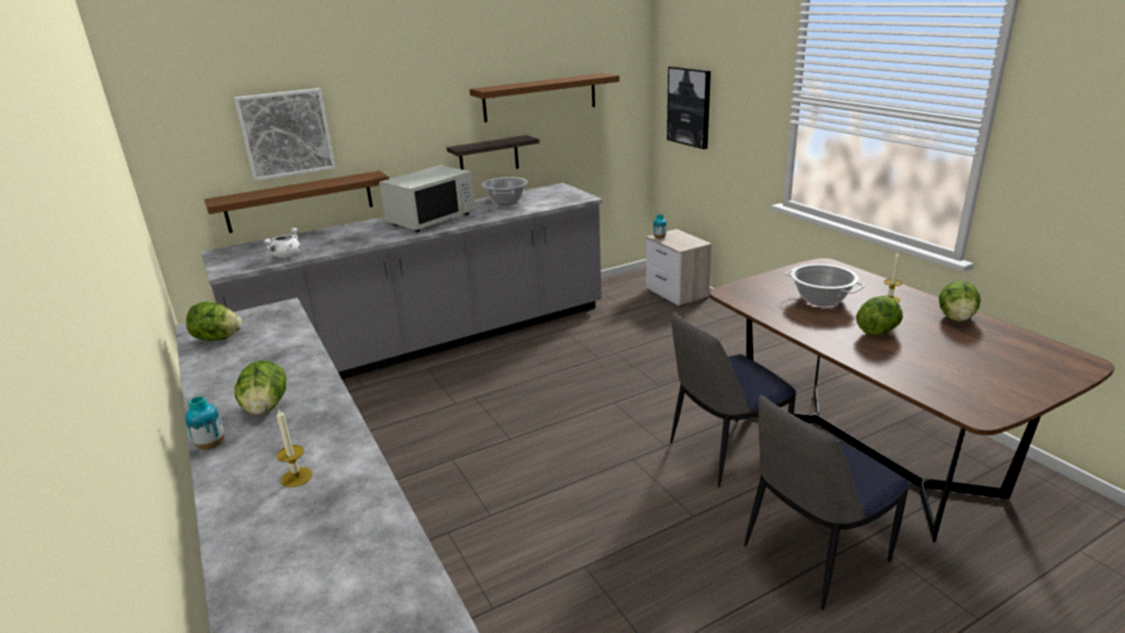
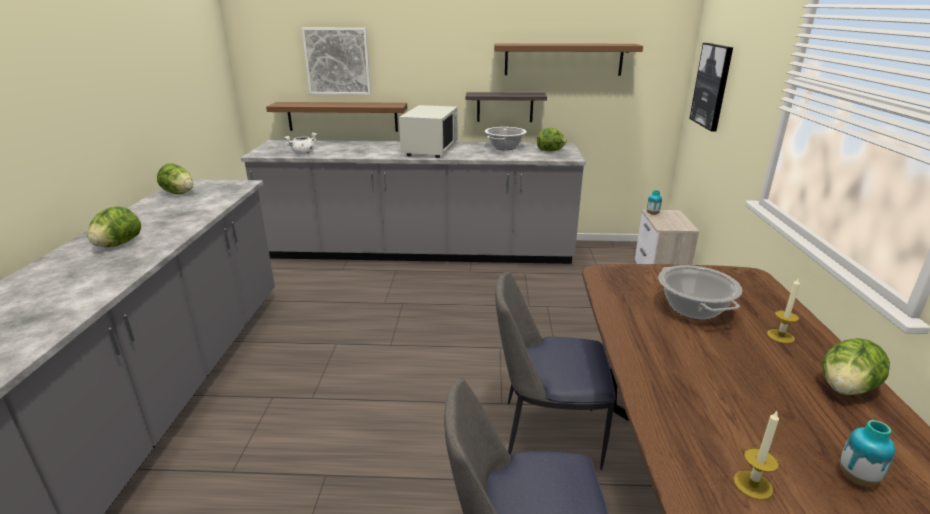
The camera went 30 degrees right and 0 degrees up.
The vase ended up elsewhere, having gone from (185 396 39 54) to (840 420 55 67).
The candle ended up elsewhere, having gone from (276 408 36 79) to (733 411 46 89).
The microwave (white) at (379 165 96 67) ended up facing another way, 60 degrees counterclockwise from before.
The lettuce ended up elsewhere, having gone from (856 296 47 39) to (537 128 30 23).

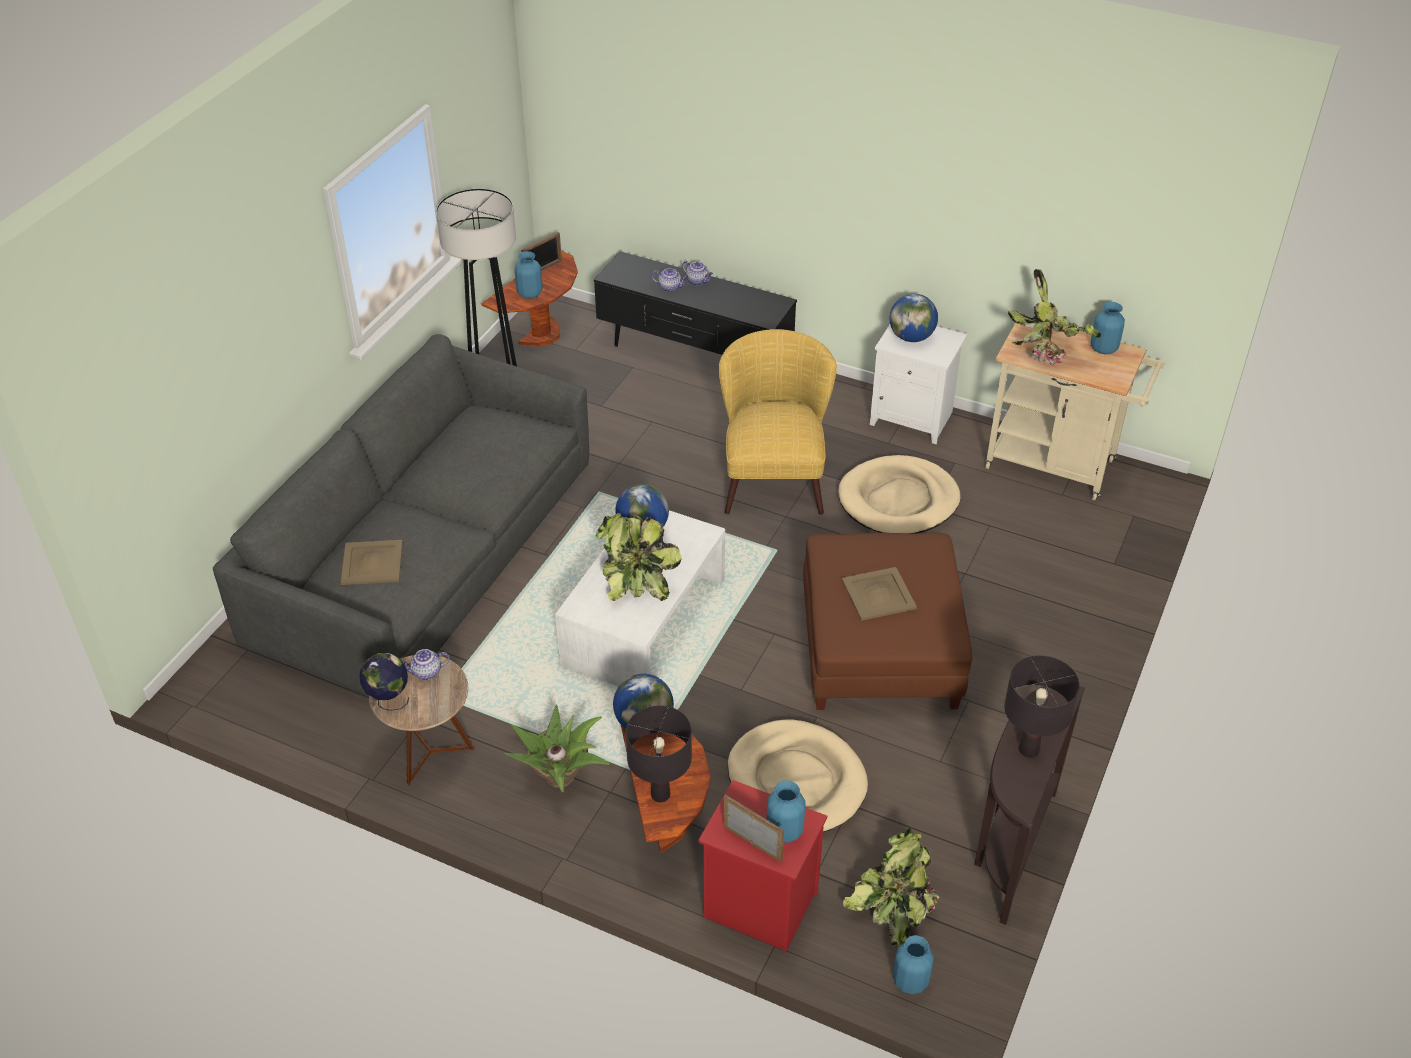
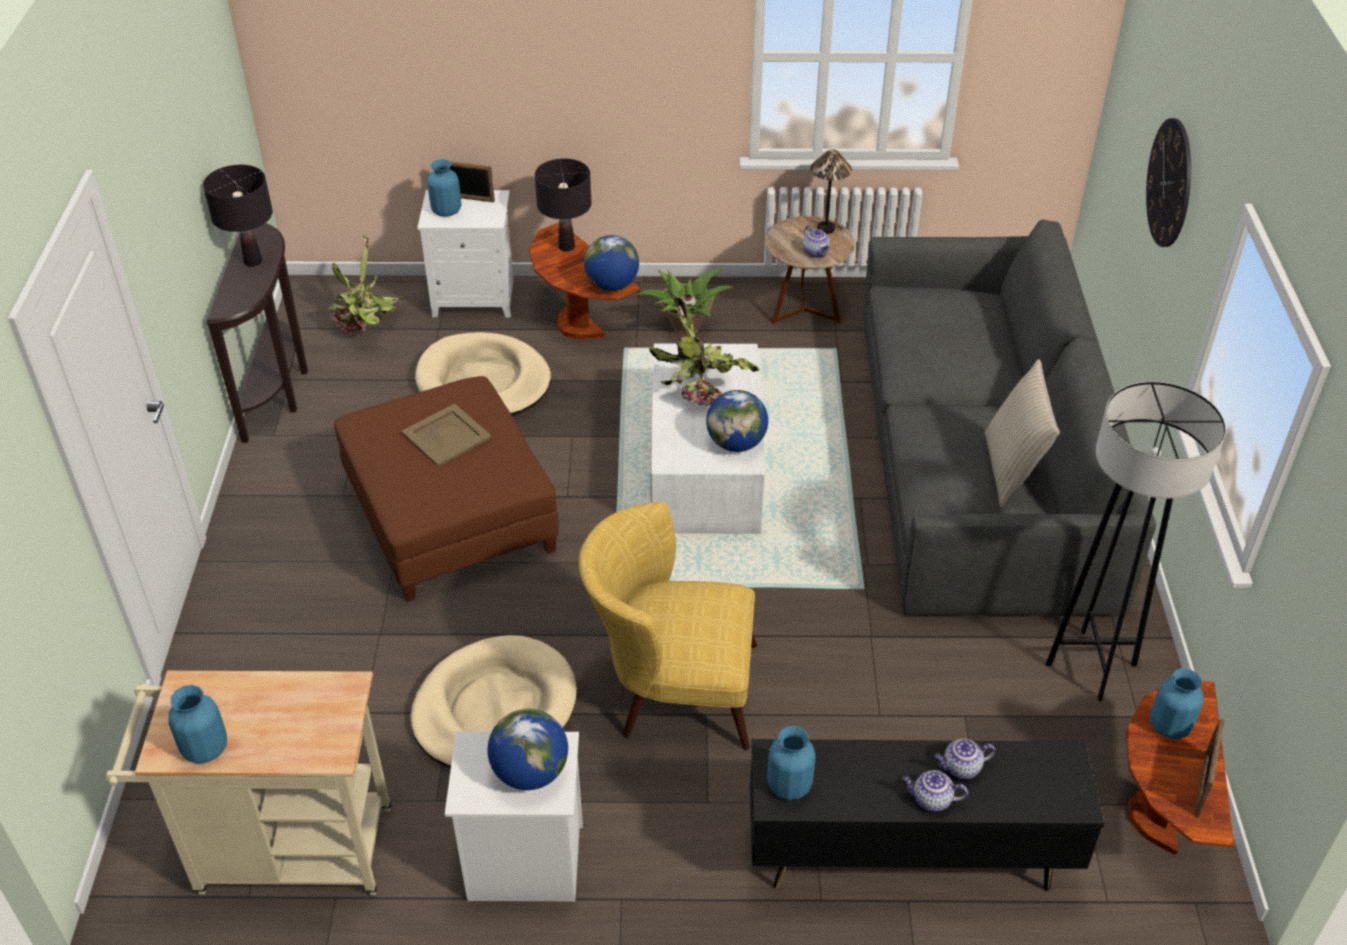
The camera went 155 degrees right and 0 degrees up.
The second view lost the tray (beige) at (341 540 62 45).
Where the globe stood at (359 653 50 58), the table lamp came to stand at (810 149 42 85).
The teapot at (402 649 48 31) ended up facing another way, 105 degrees clockwise from before.
What was the nightstand (red) at (698 780 129 171) turned into the nightstand (white) at (417 190 96 128).
The armchair (yellow) at (719 329 118 186) ended up facing another way, 120 degrees clockwise from before.
The vase (blue) ended up elsewhere, having gone from (893 935 41 59) to (767 726 49 74).
The second view lost the potted plant at (1008 269 93 96).
The second view gained the pillow (beige) at (985 359 75 149).
The second view gained the wall clock at (1146 118 45 129).

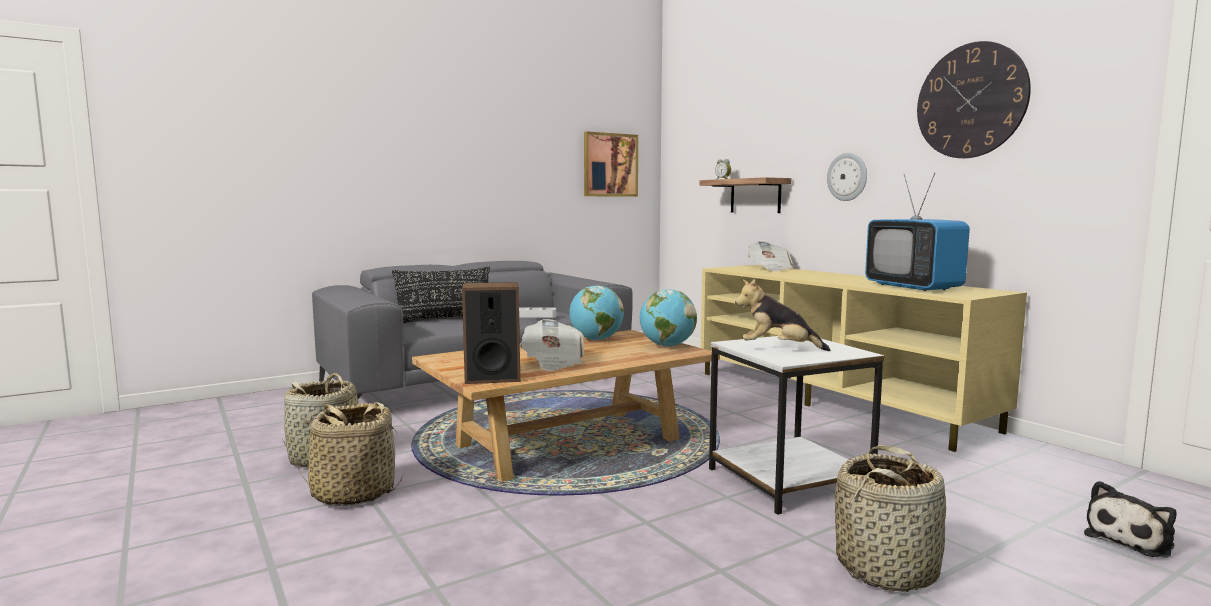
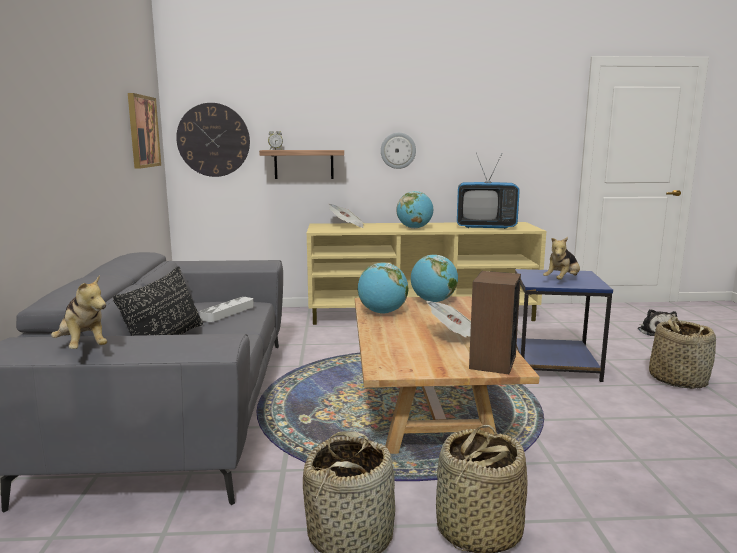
The camera went 60 degrees left and 5 degrees up.
What was the side table (white) at (709 336 176 179) turned into the side table (blue) at (515 269 98 113).
The wall clock ended up elsewhere, having gone from (917 41 114 117) to (176 103 74 74).
The second view gained the plush toy at (51 275 56 74).
The second view gained the globe at (396 191 37 38).

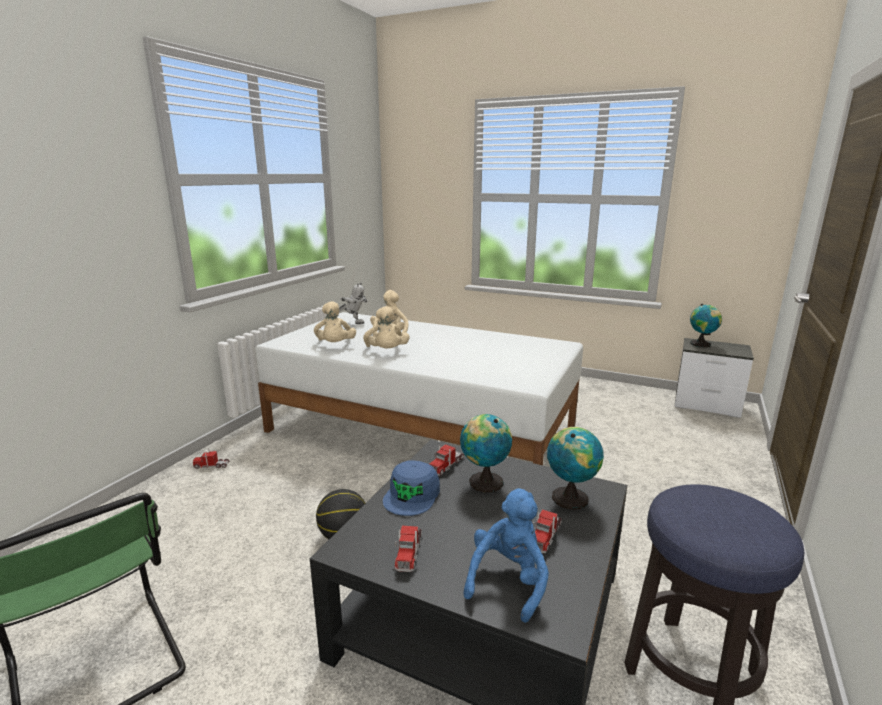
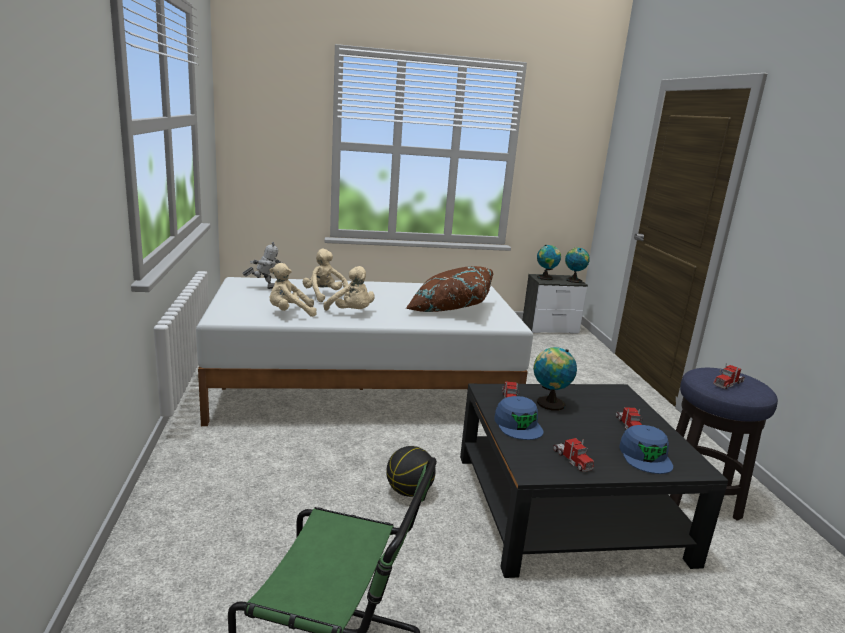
The camera went 35 degrees left and 0 degrees up.
The toy truck ended up elsewhere, having gone from (193 449 36 20) to (713 363 32 26).
The plush toy (beige) at (314 301 42 41) ended up facing another way, 120 degrees clockwise from before.
Where the plush toy (blue) stood at (463 488 86 135), the cap (blue) came to stand at (619 425 54 49).
The globe ended up elsewhere, having gone from (547 427 57 83) to (565 247 25 36).
The second view gained the pillow (brown) at (405 266 88 46).

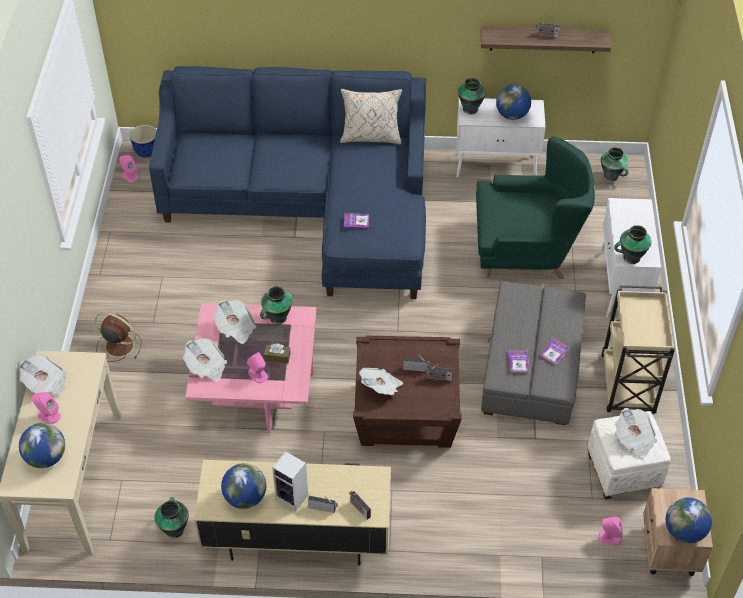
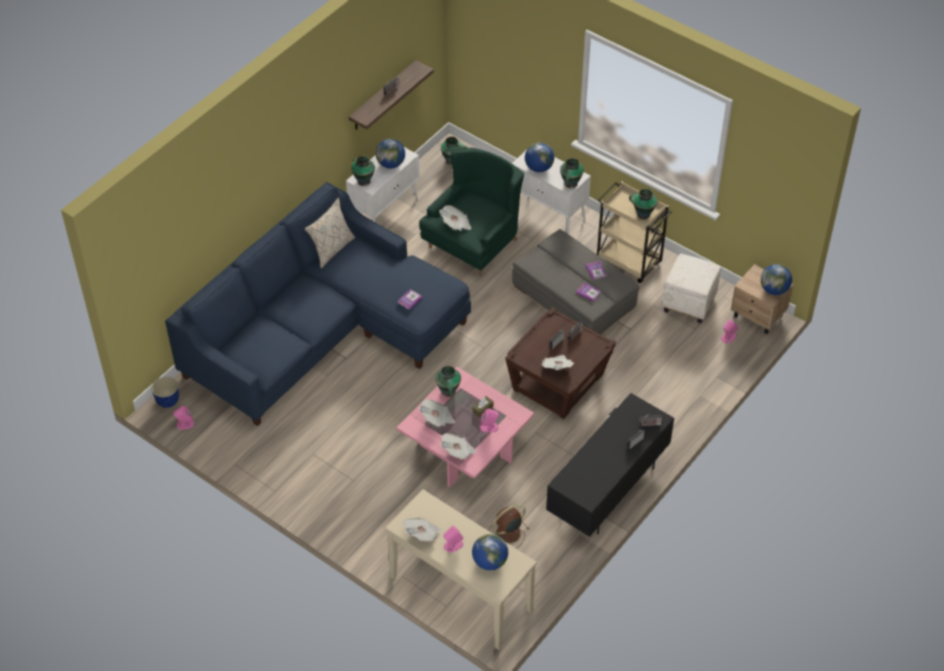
The camera went 55 degrees left and 0 degrees up.
The fan (brown) ended up elsewhere, having gone from (95 312 47 50) to (489 504 40 45).
The vase ended up elsewhere, having gone from (154 497 35 41) to (629 188 28 32).
What was the tv stand (beige) at (194 460 197 106) turned into the tv stand (black) at (546 393 128 144).
The globe ended up elsewhere, having gone from (221 463 45 46) to (525 143 29 29).
The second view lost the speaker at (272 452 36 59).
The newspaper ended up elsewhere, having gone from (615 408 42 50) to (440 205 32 26).

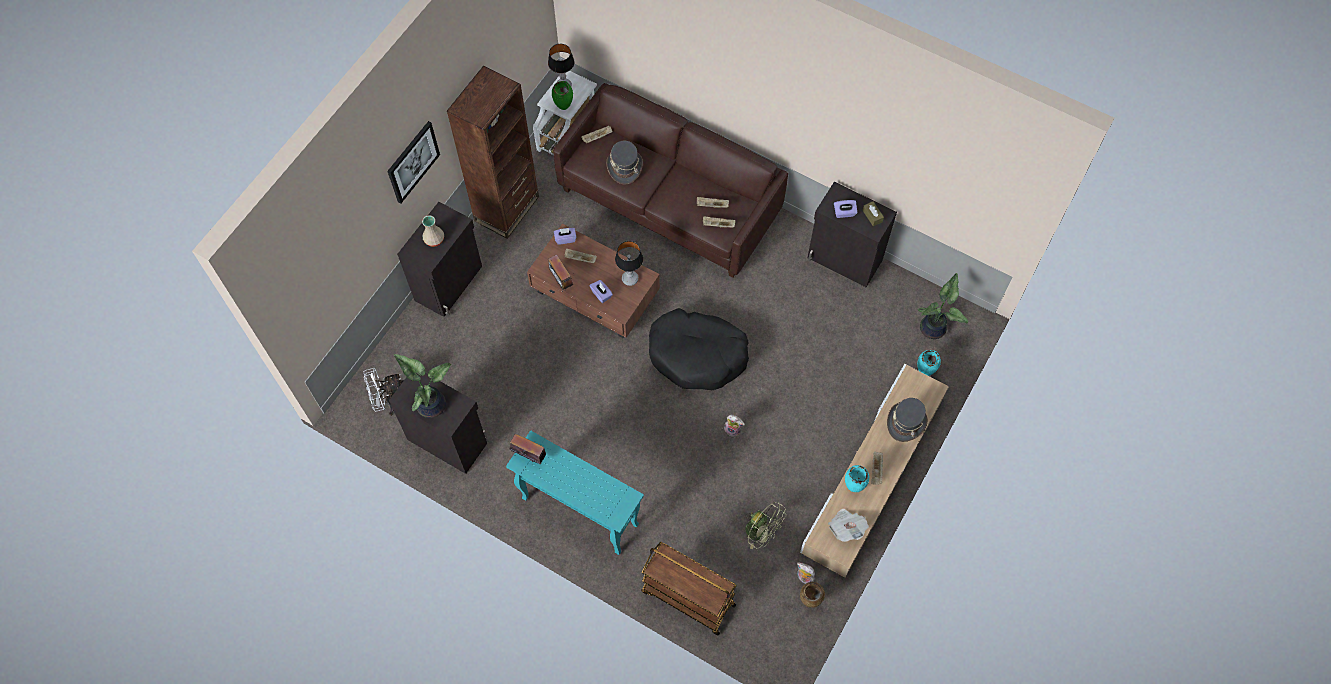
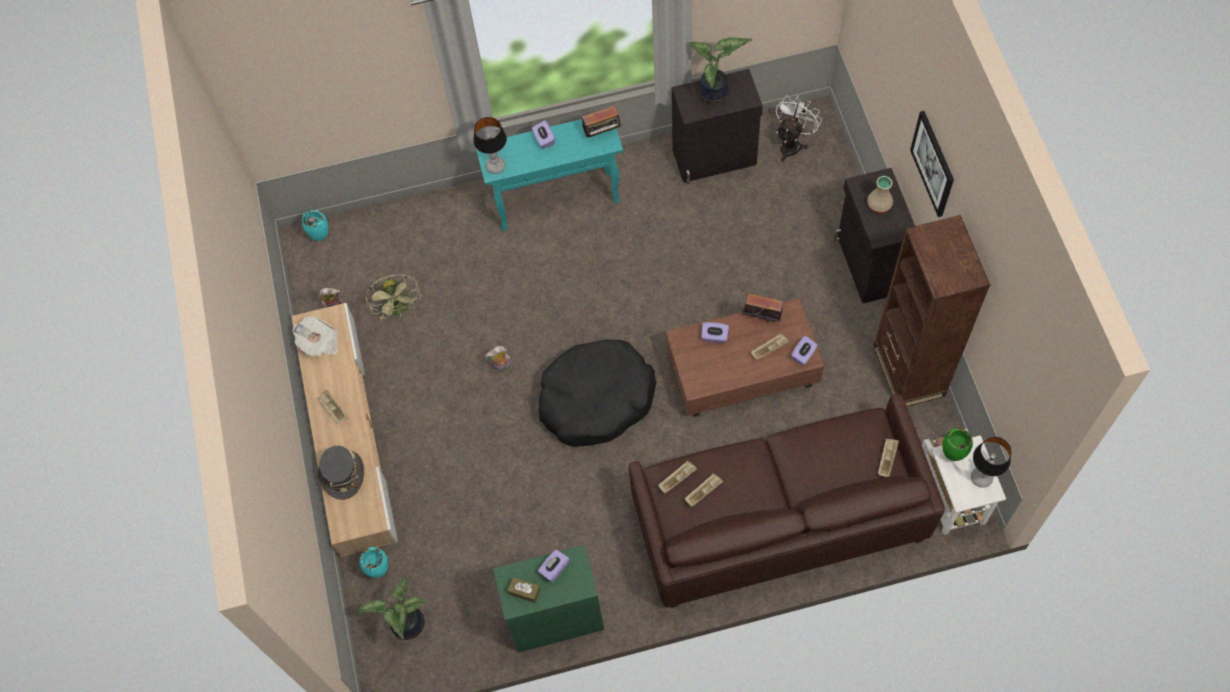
The camera went 140 degrees right and 0 degrees up.
The second view lost the hat (grey) at (606 141 37 44).
The table lamp ended up elsewhere, having gone from (615 241 28 45) to (473 117 34 57).
The second view lost the cart (brown) at (641 542 96 94).
The fan (green) at (746 502 40 47) ended up facing another way, 105 degrees counterclockwise from before.
The second view lost the vase (brown) at (800 582 25 26).
What was the cabinet (black) at (808 182 89 105) turned into the cabinet (green) at (493 545 111 107).
The vase (turquoise) ended up elsewhere, having gone from (845 465 24 27) to (302 210 26 31).
The second view gained the tissue box (purple) at (532 120 23 29).

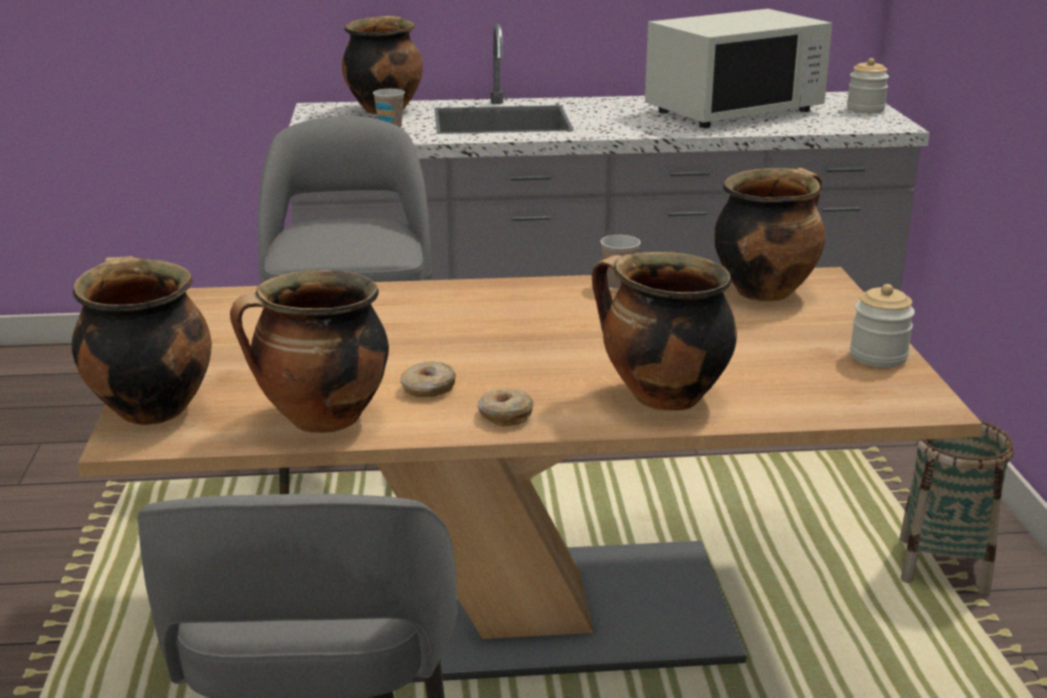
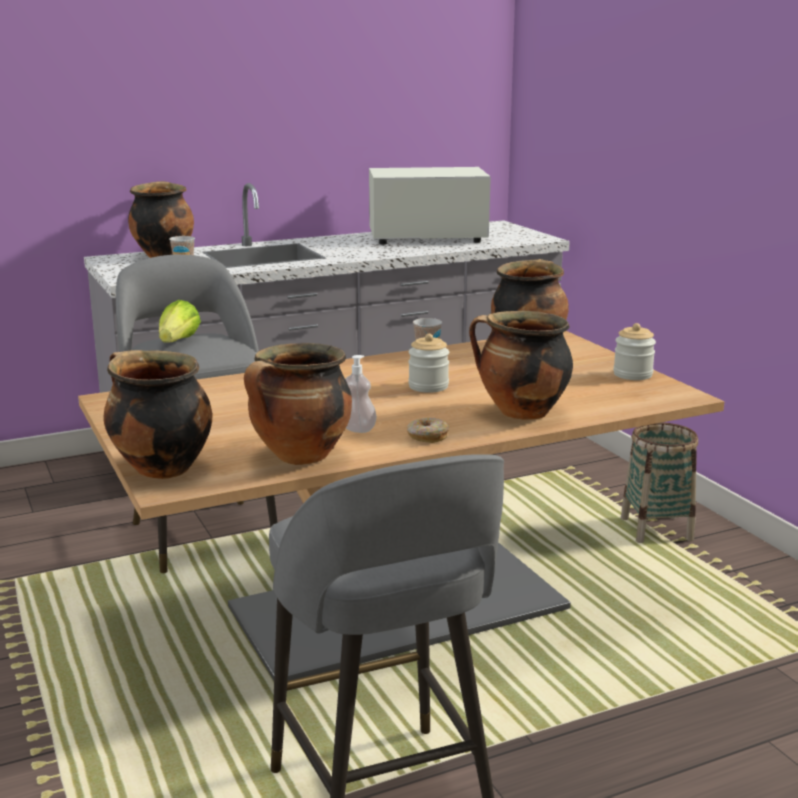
The camera went 20 degrees left and 5 degrees down.
Where the donut stood at (401 362 55 35), the soap dispenser came to stand at (345 355 32 78).
The microwave (white) at (645 9 188 119) ended up facing another way, 135 degrees counterclockwise from before.
The jar ended up elsewhere, having gone from (847 58 42 56) to (408 334 41 59).
The second view gained the lettuce at (159 300 42 43).

